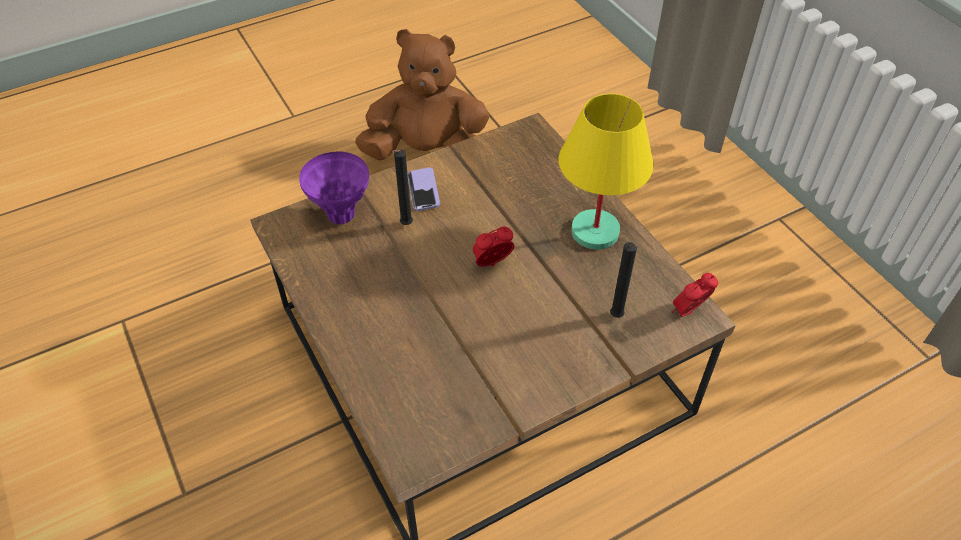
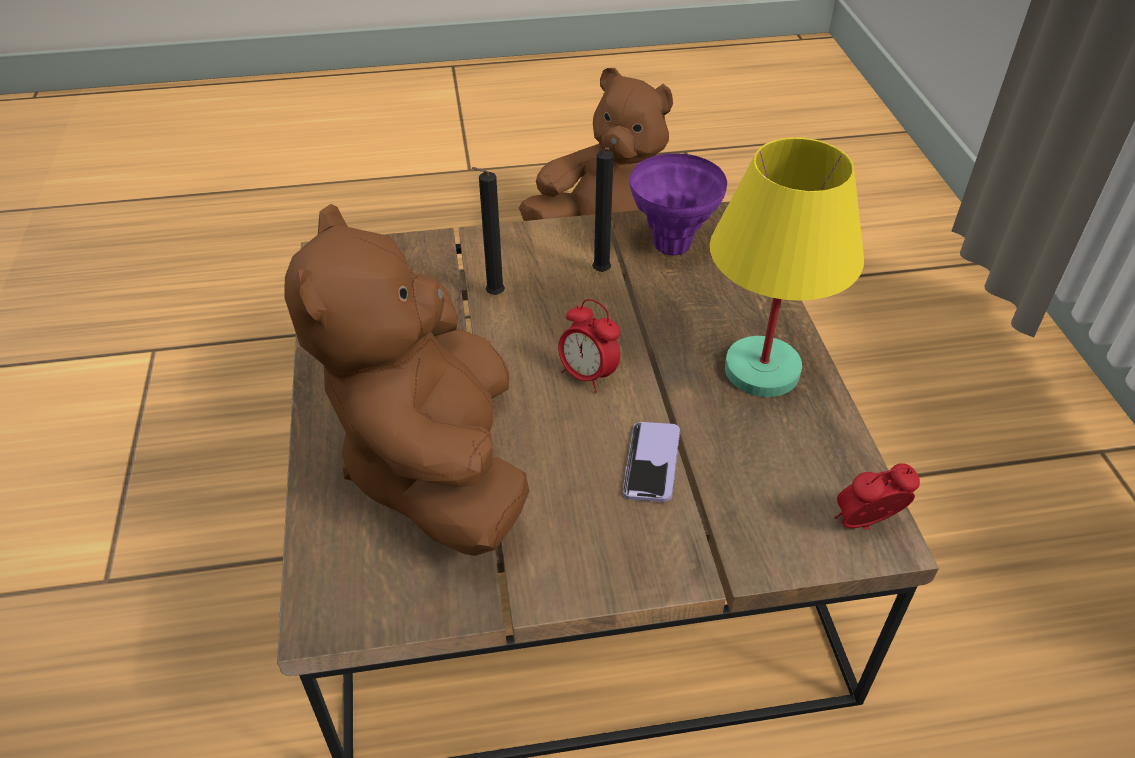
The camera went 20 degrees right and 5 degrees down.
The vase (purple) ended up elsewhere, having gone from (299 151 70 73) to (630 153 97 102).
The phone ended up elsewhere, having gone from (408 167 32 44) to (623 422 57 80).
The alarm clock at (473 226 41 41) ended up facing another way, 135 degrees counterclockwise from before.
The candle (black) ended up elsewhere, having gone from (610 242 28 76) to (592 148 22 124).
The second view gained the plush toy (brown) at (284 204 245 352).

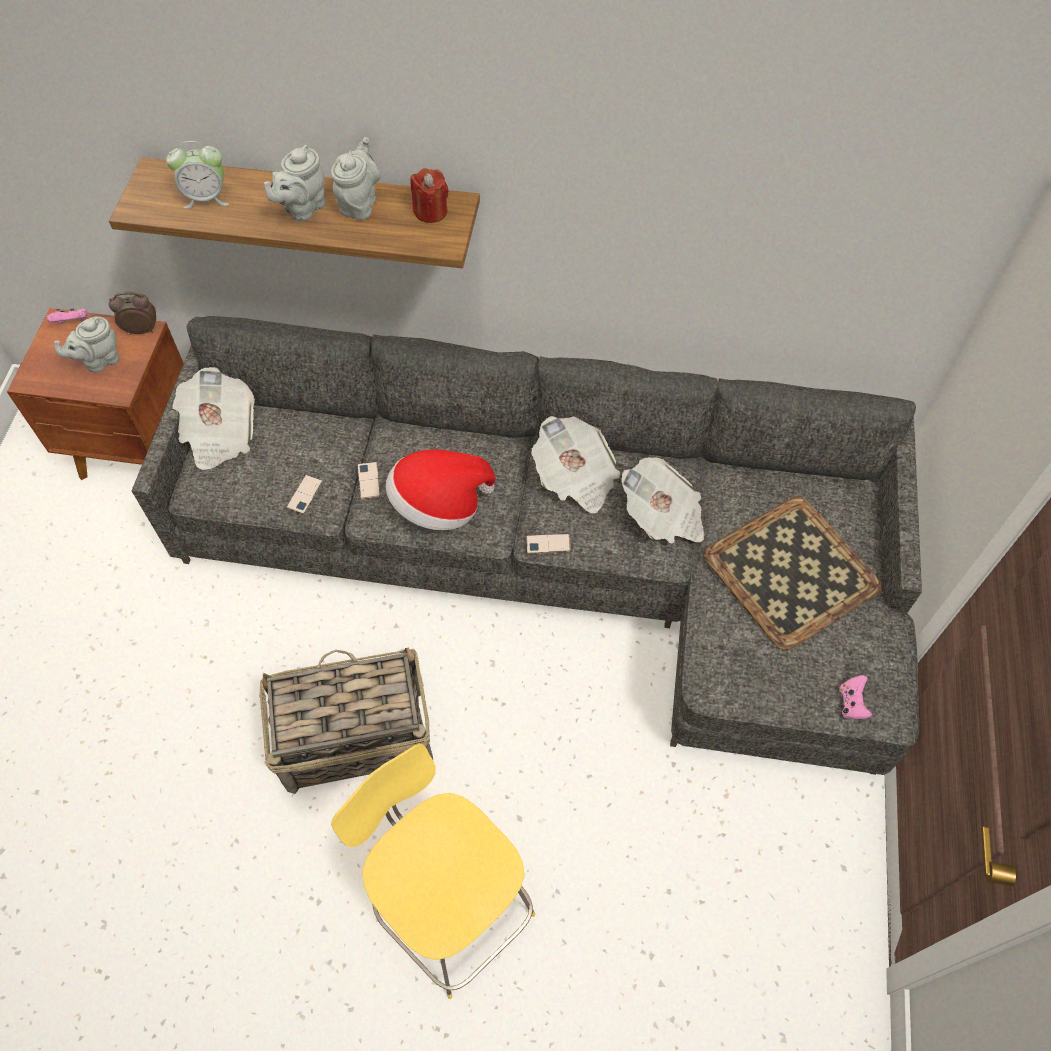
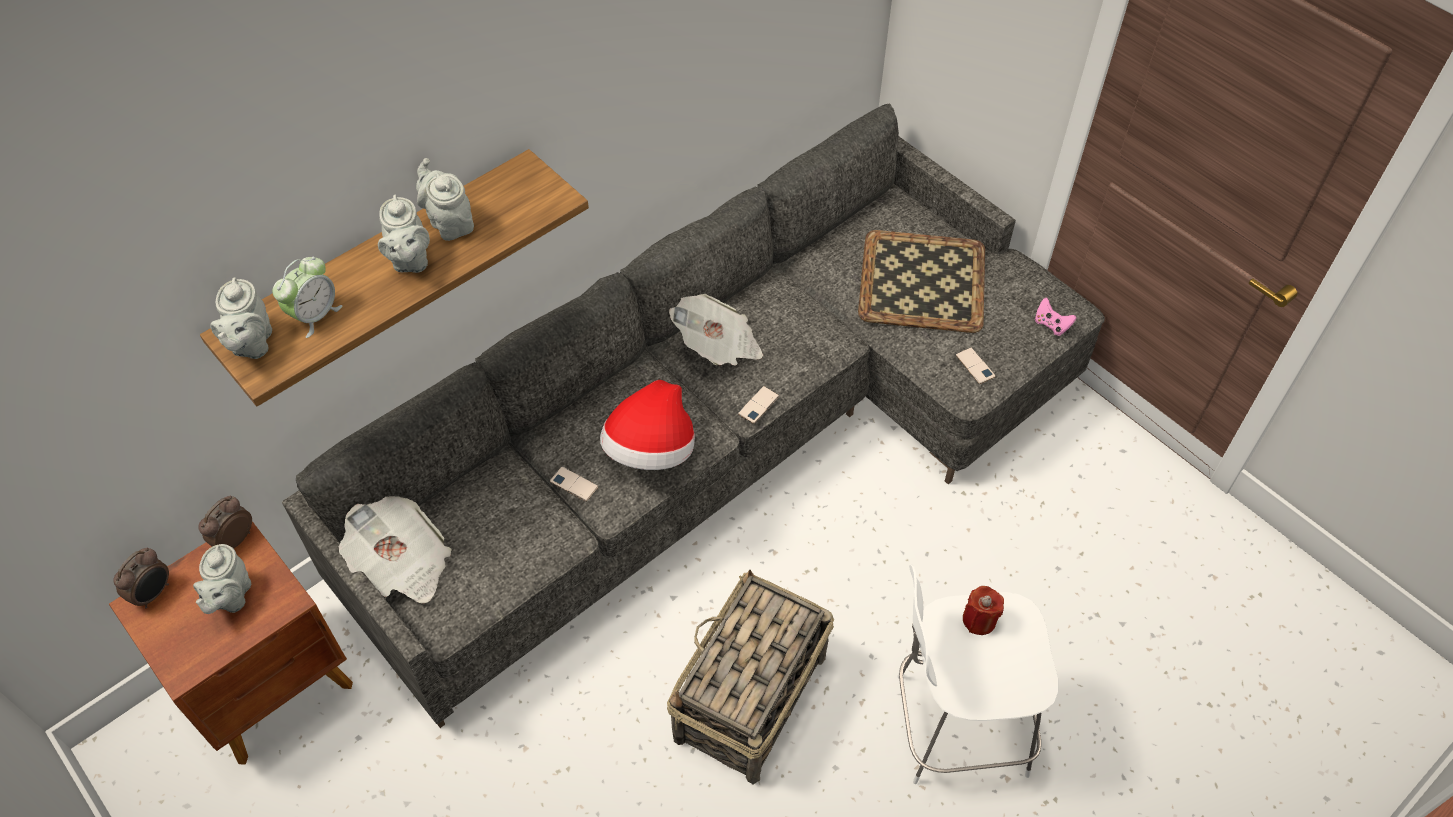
The camera went 50 degrees left and 5 degrees down.
Where the game controller (pink) stood at (47 308 41 16), the alarm clock came to stand at (113 548 56 60).
The phone ended up elsewhere, having gone from (287 475 36 39) to (956 347 40 37).
What was the stool (yellow) at (331 744 204 255) turned into the stool (white) at (898 564 160 220).
The candle (red) ended up elsewhere, having gone from (410 168 39 55) to (963 586 41 49).
The second view lost the newspaper at (621 457 83 87).
The second view gained the teapot (grey) at (210 277 62 82).

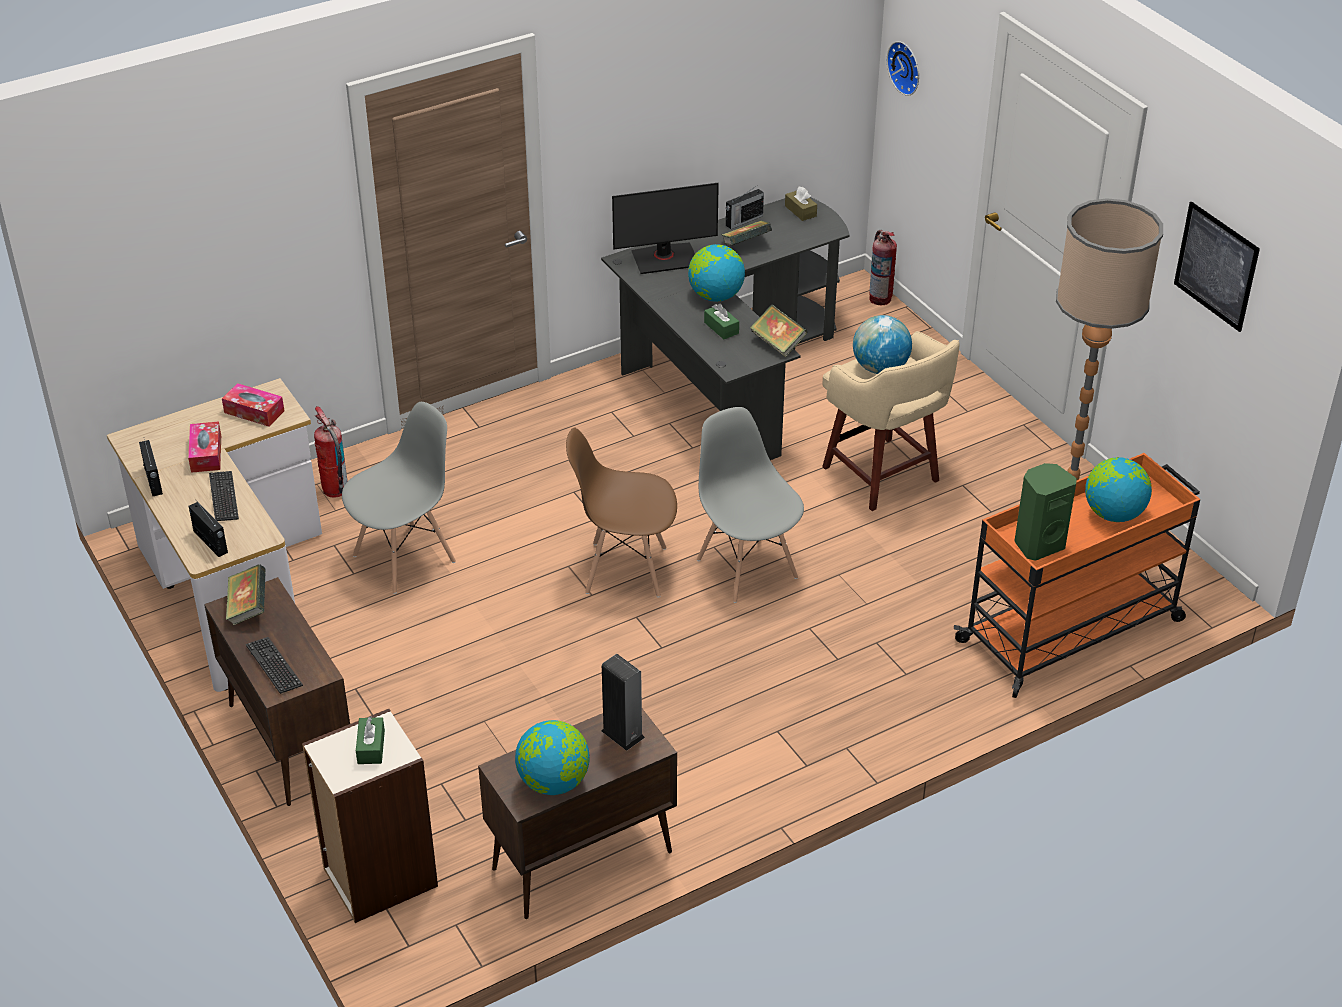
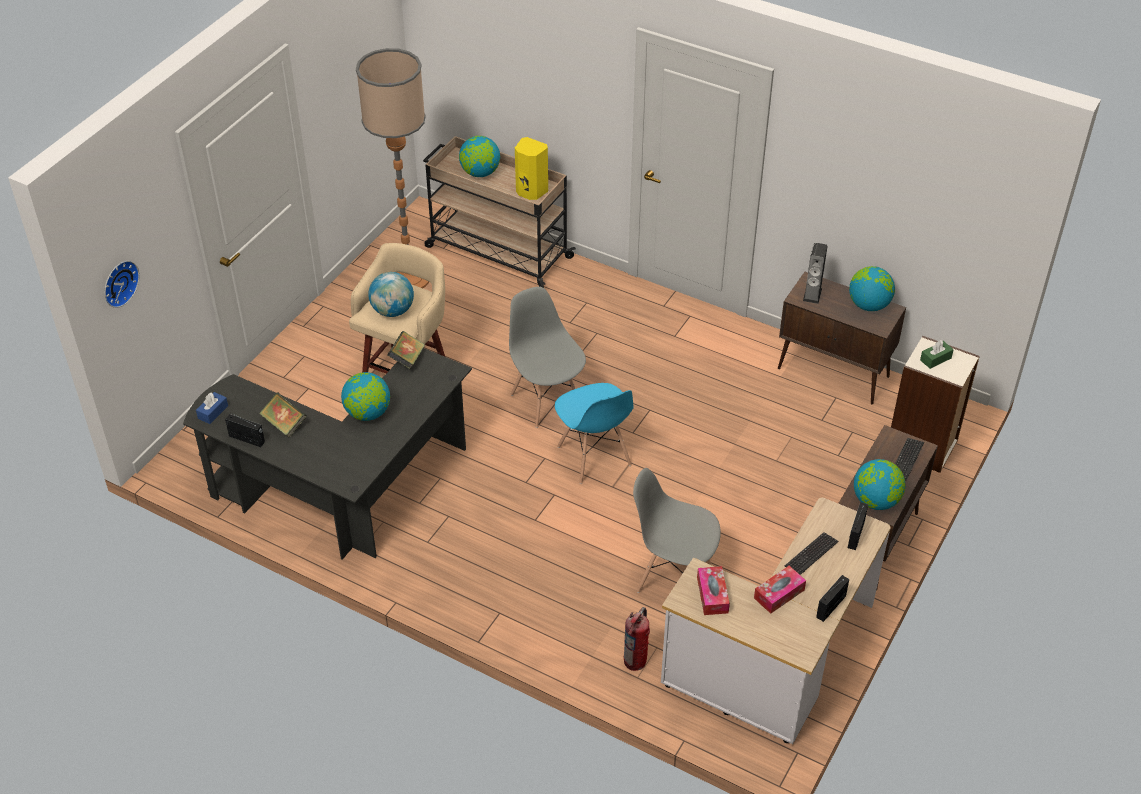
The camera went 120 degrees left and 5 degrees up.
Where the book stood at (226 564 40 62), the globe came to stand at (854 459 51 51).
What was the chair (brown) at (566 428 111 170) turned into the chair (blue) at (555 383 79 101).
The second view lost the monitor at (612 183 107 91).
The chair (grey) at (697 407 107 196) ended up facing another way, 120 degrees clockwise from before.
The second view lost the tissue box (green) at (704 304 35 35).
What was the tissue box (brown) at (785 186 32 35) turned into the tissue box (blue) at (196 392 32 32).
The second view lost the fire extinguisher at (869 230 28 75).
What was the cart (orange) at (954 453 246 245) turned into the cart (beige) at (423 136 153 152).
What was the speaker (green) at (1014 463 63 98) turned into the speaker (yellow) at (515 137 33 63).
The second view lost the picture at (1174 202 86 130).

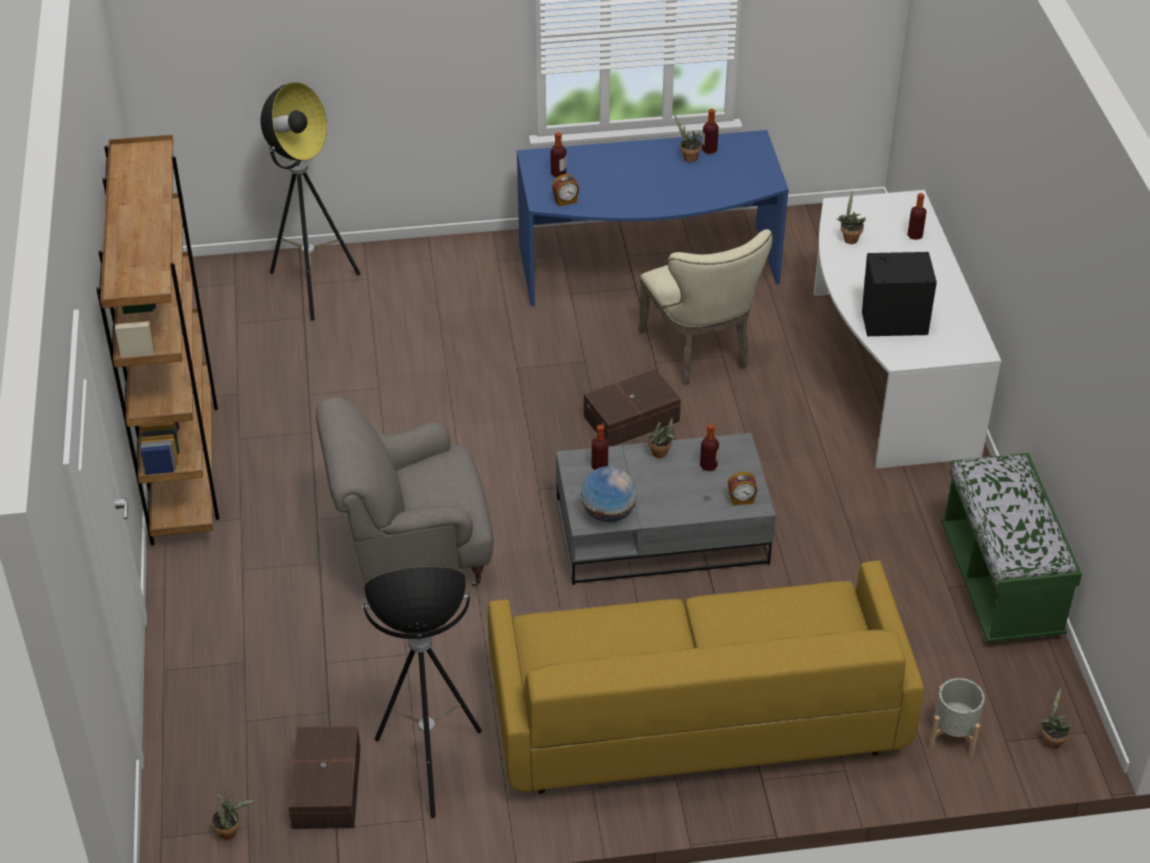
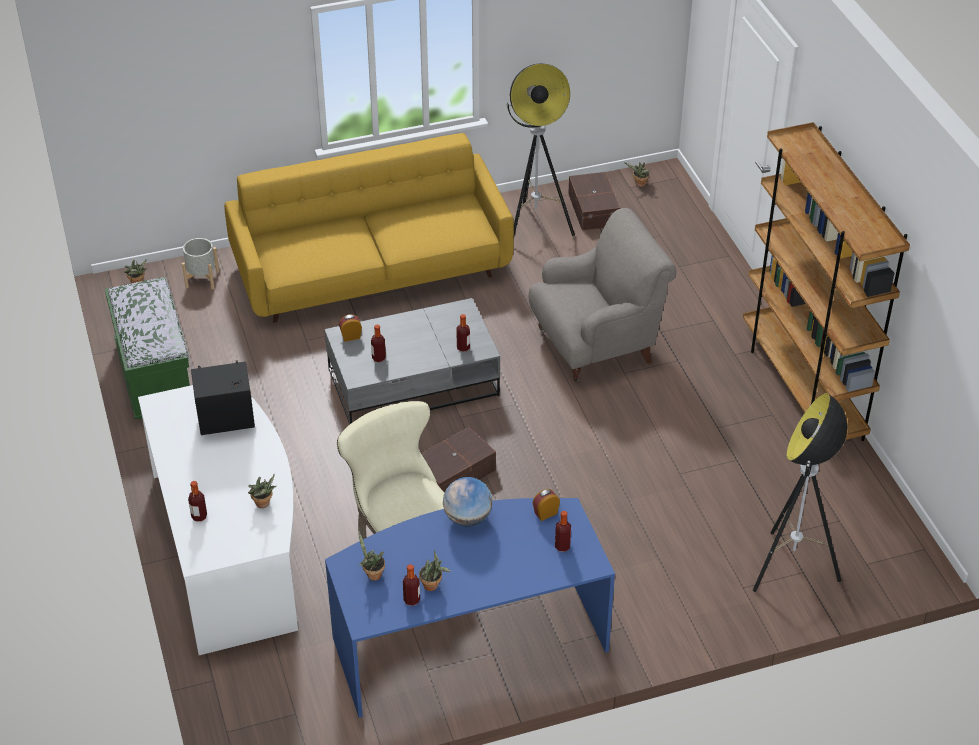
The camera went 170 degrees right and 0 degrees up.
The globe ended up elsewhere, having gone from (581 466 56 57) to (443 477 49 50).
The potted plant ended up elsewhere, having gone from (648 417 29 41) to (358 531 27 50).

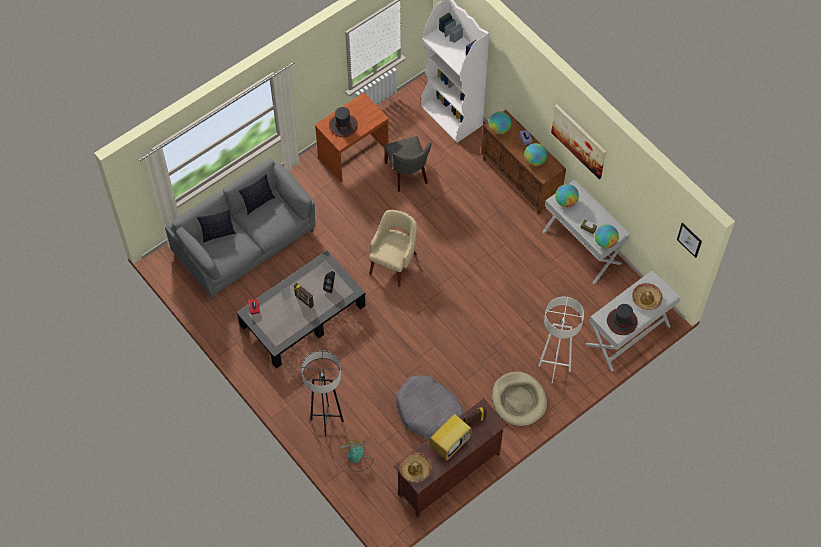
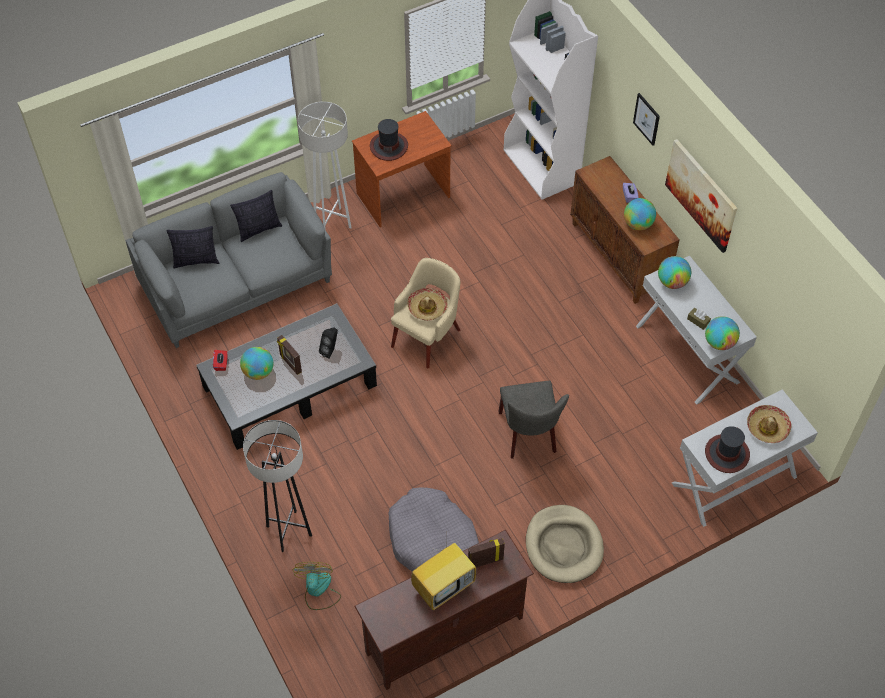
The camera went 10 degrees right and 5 degrees down.
The chair (grey) ended up elsewhere, having gone from (384 136 48 56) to (499 381 70 78).
The hat ended up elsewhere, having gone from (399 452 33 30) to (408 288 40 33).
The globe ended up elsewhere, having gone from (489 112 23 23) to (240 347 33 33).
The floor lamp (white) ended up elsewhere, having gone from (538 297 46 87) to (297 102 55 128).
The picture ended up elsewhere, having gone from (677 223 25 35) to (633 93 27 53).

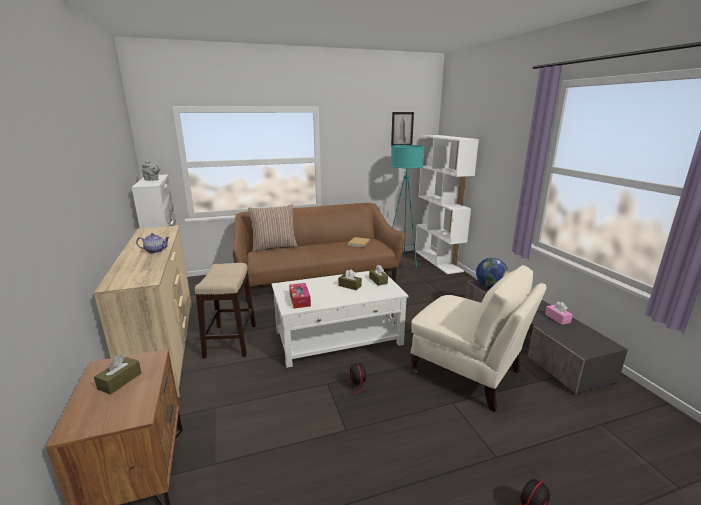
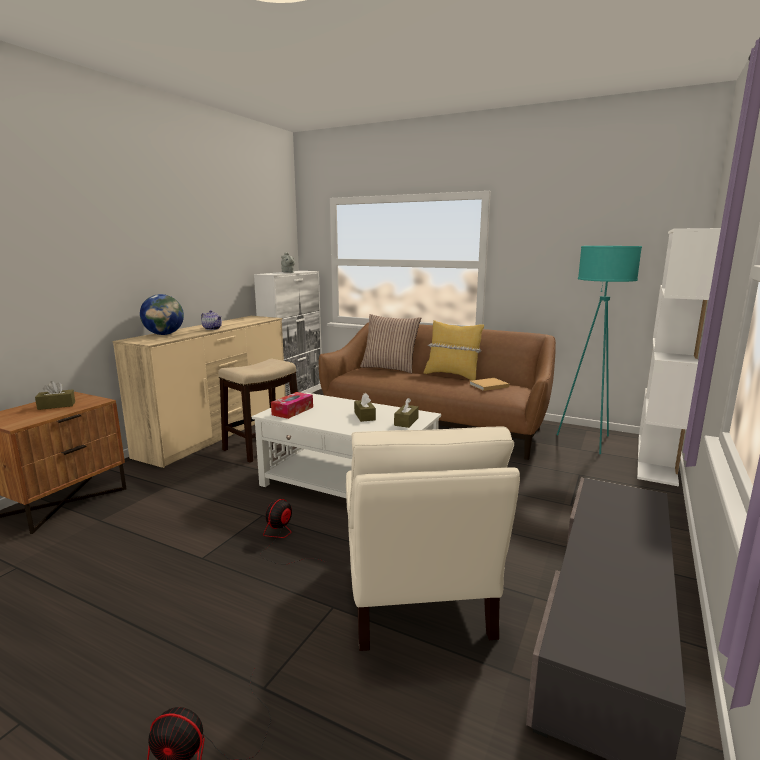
The camera went 45 degrees right and 5 degrees down.
The second view lost the picture at (391 112 23 34).
The globe ended up elsewhere, having gone from (476 258 33 30) to (140 294 44 41).
The second view lost the tissue box (pink) at (545 301 28 24).
The second view gained the pillow (yellow) at (424 320 60 61).

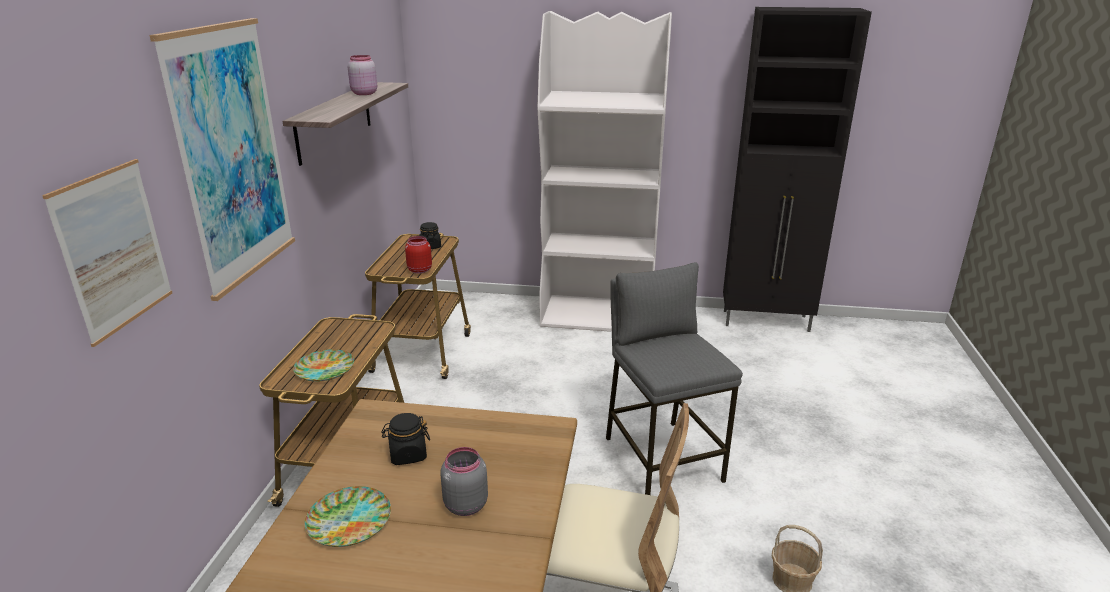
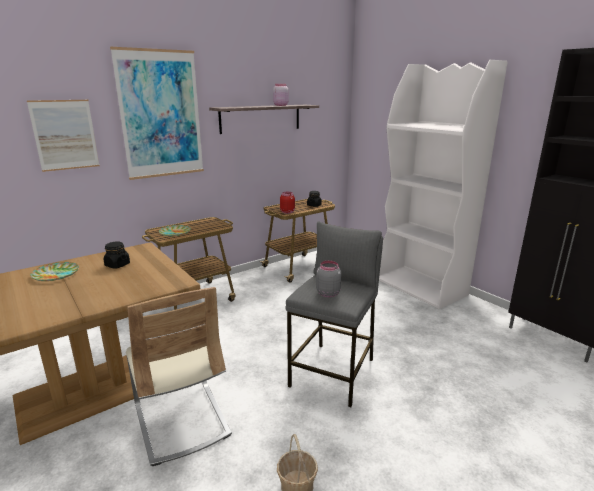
The camera went 45 degrees right and 5 degrees down.
The jar (grey) ended up elsewhere, having gone from (440 447 48 69) to (316 261 25 36).

